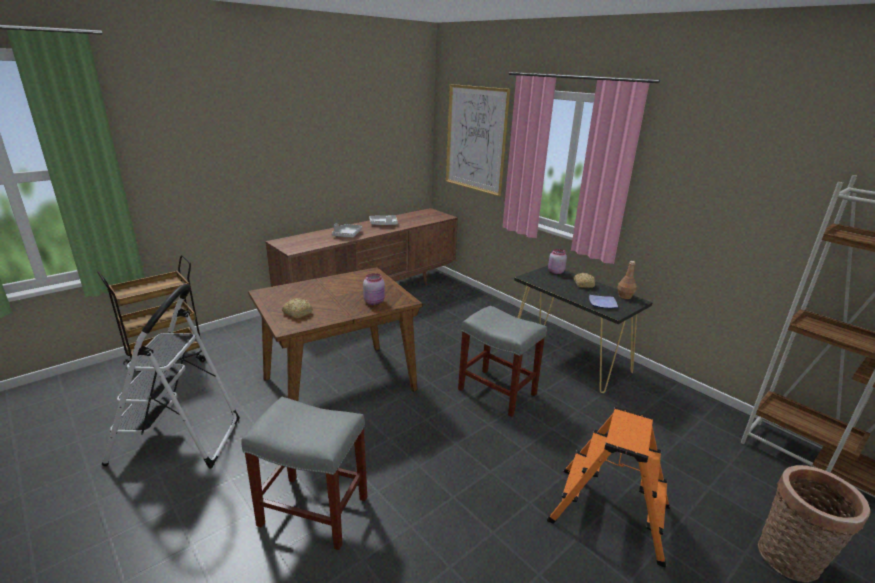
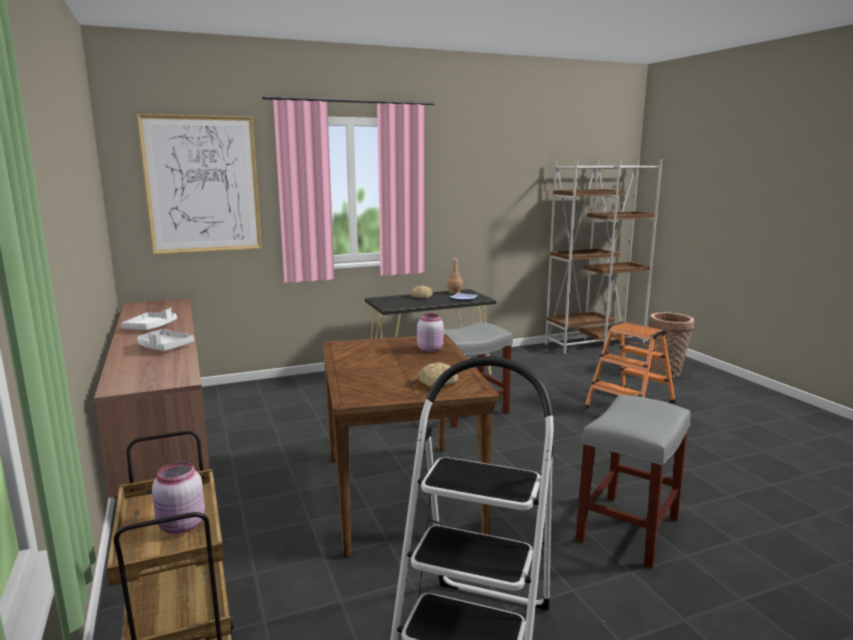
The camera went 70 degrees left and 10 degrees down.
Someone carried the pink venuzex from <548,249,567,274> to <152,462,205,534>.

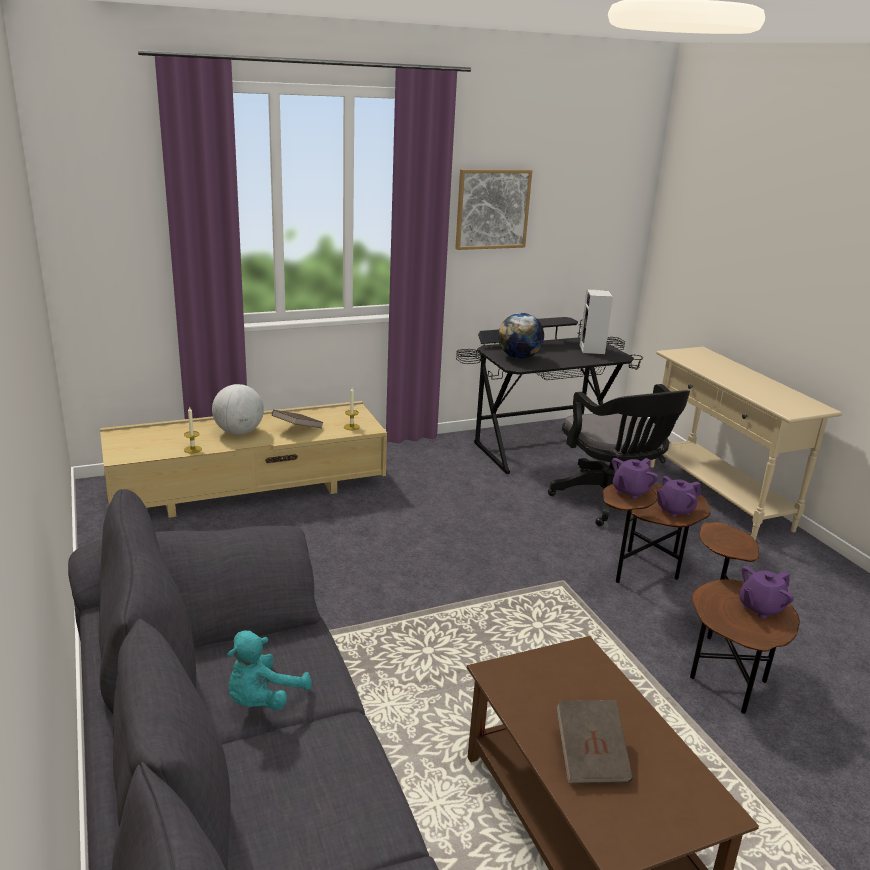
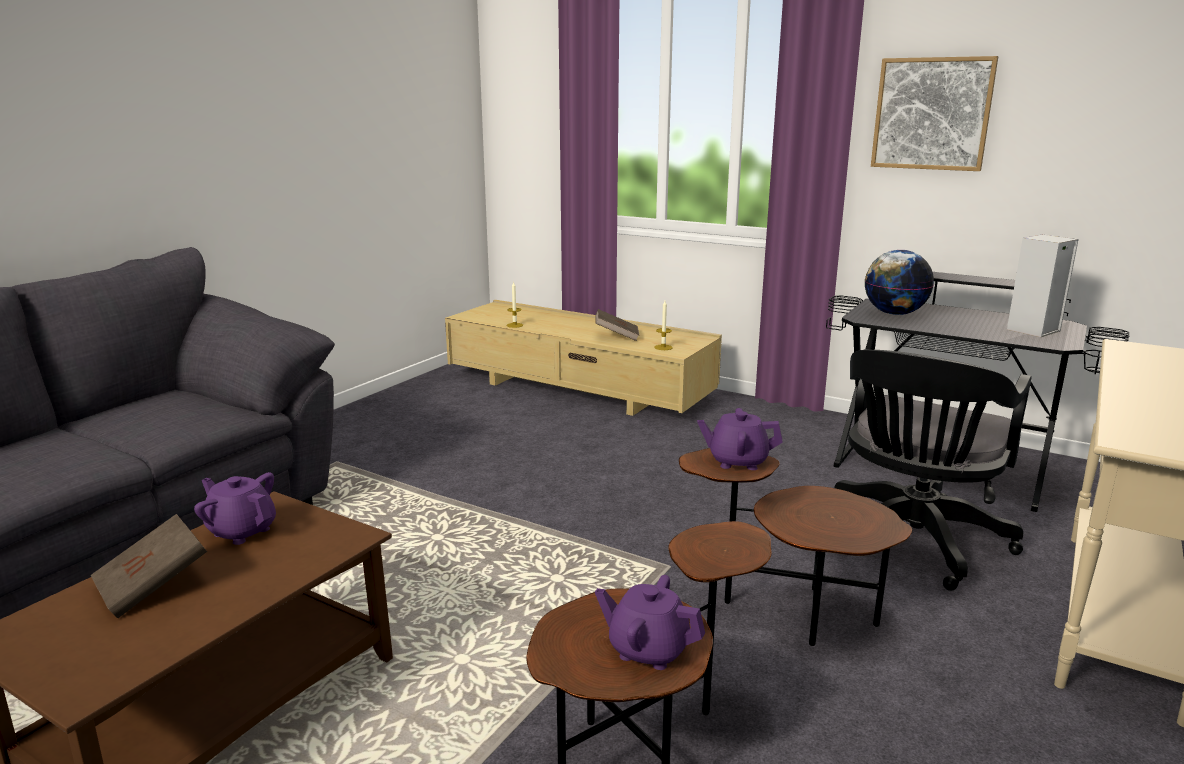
The camera went 55 degrees right and 5 degrees down.
Someone took away the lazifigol at <212,384,264,435>.
Someone carried the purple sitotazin from <657,476,701,517> to <194,472,276,545>.
Someone took away the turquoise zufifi at <227,631,312,710>.

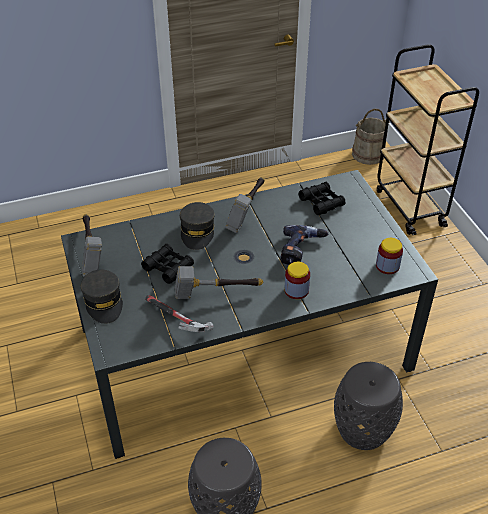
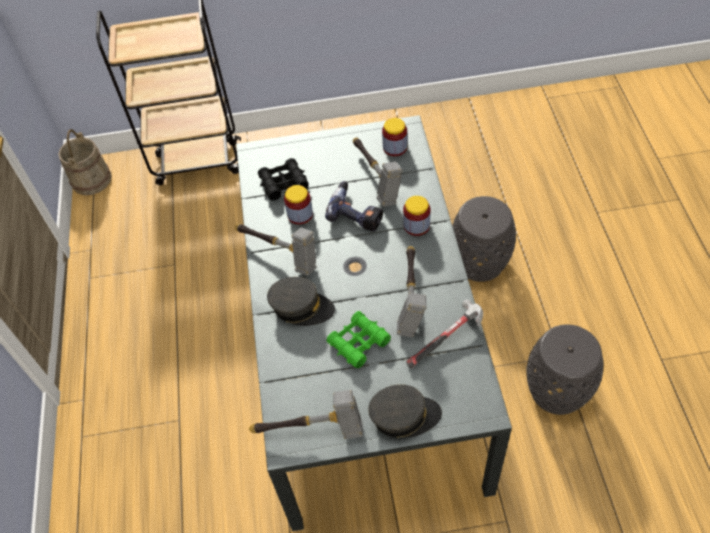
The camera went 75 degrees left and 10 degrees up.
Someone repainted the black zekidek at <141,244,194,284>, which became the green zekidek at <326,311,391,368>.
Someone put down the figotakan at <353,138,403,207>.
Someone put down the venuzex at <284,185,313,224>.

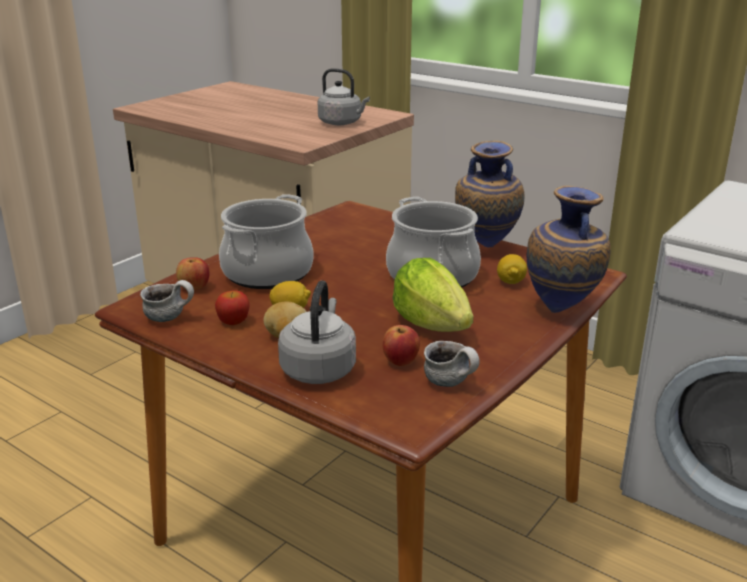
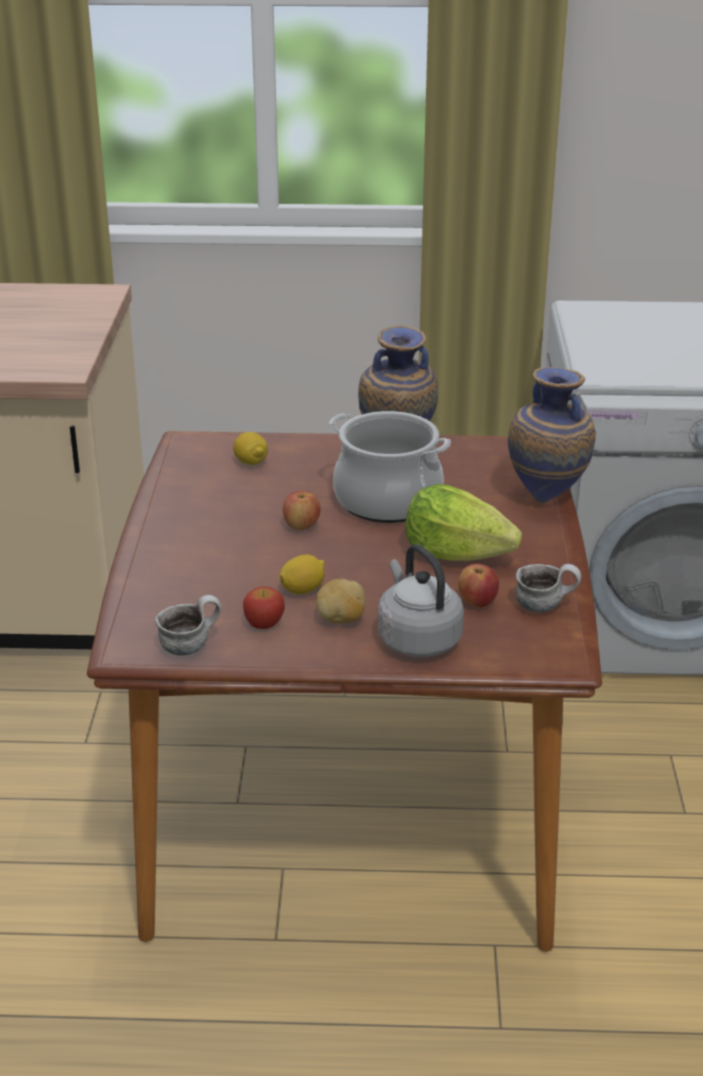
The camera went 35 degrees left and 5 degrees up.
Someone took away the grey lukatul at <318,68,370,125>.
Someone took away the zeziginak at <219,194,313,289>.
Someone carried the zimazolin from <497,254,527,284> to <233,432,268,465>.
Someone carried the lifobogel from <176,257,209,290> to <283,491,321,530>.

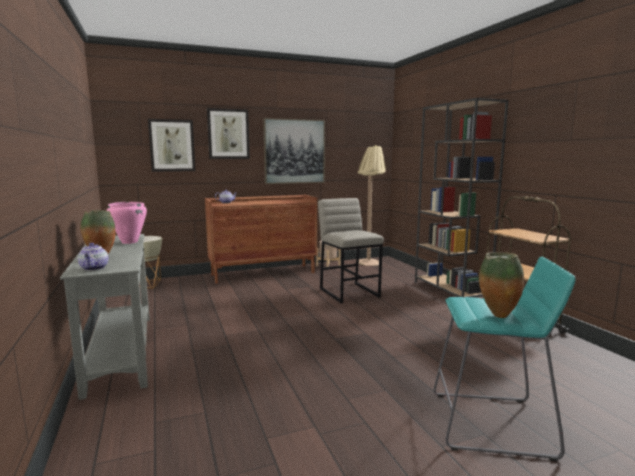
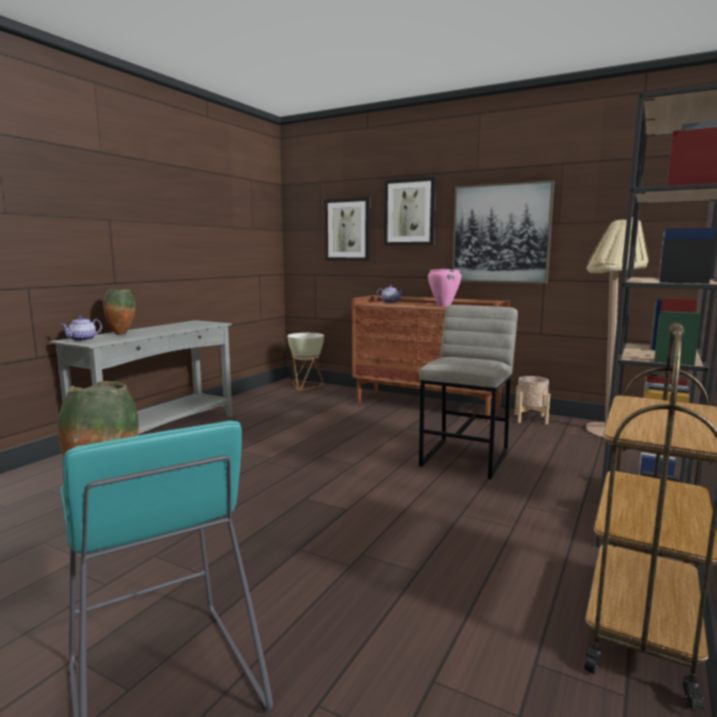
The camera went 50 degrees right and 0 degrees up.
Someone carried the pink zeziginak from <107,202,147,244> to <428,269,462,307>.

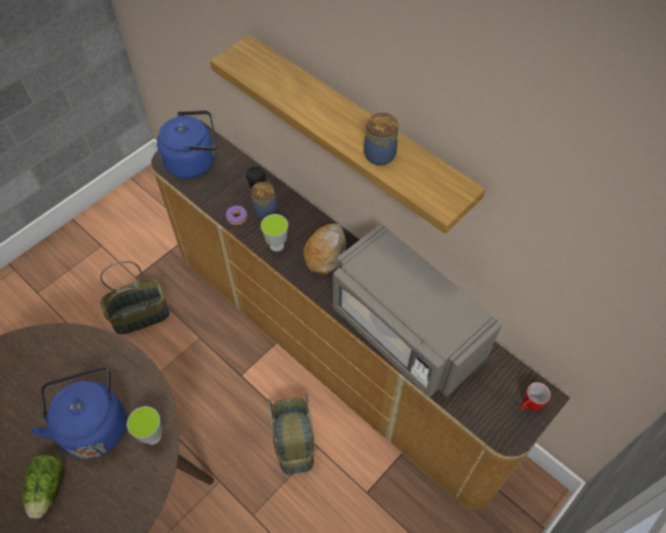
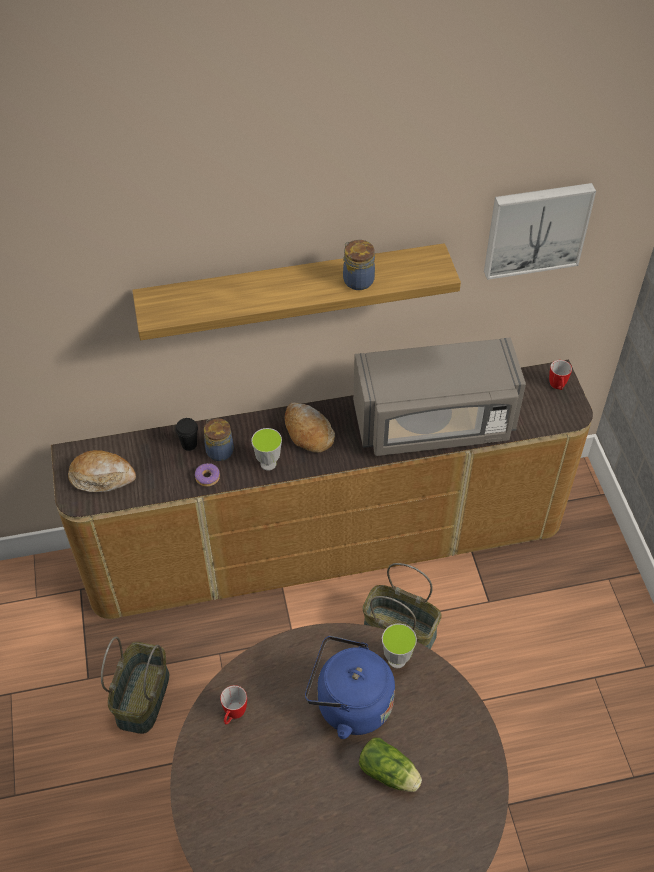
The camera went 55 degrees left and 5 degrees down.
Someone swapped the blue lukatul at <157,110,217,179> for the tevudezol at <68,450,136,492>.
Someone put up the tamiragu at <484,183,596,280>.
Someone put down the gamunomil at <220,685,247,724>.

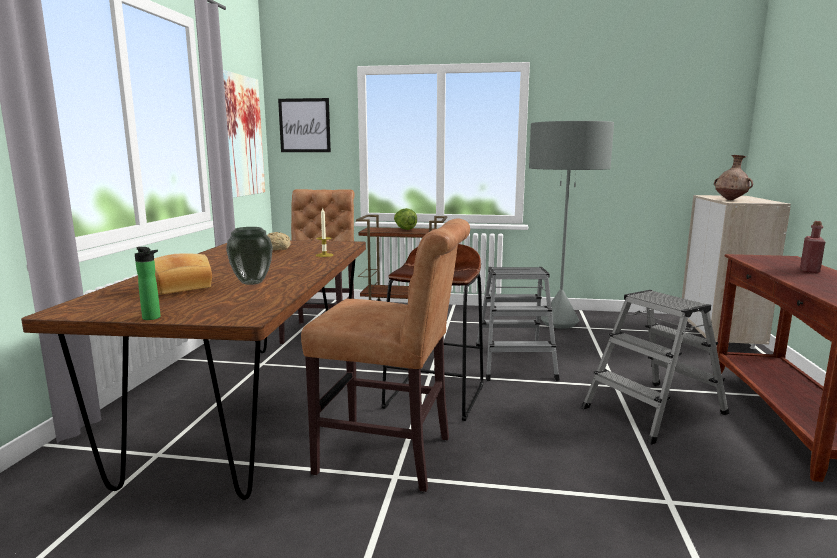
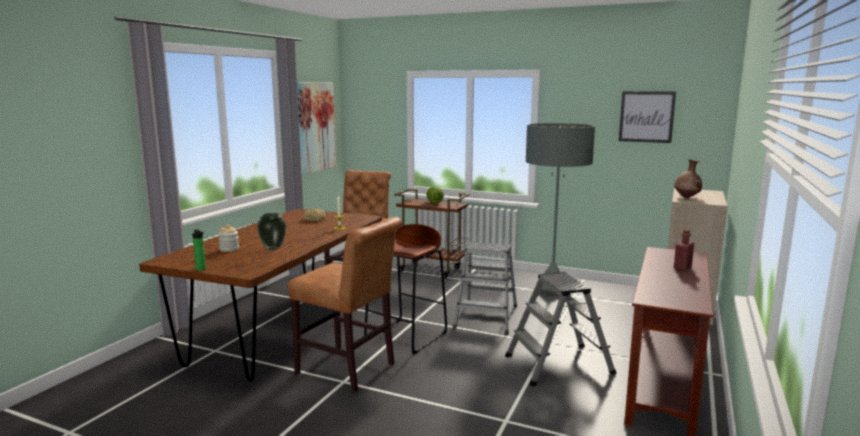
The camera went 15 degrees right and 0 degrees up.
Someone carried the tamiragu from <278,98,331,152> to <619,91,676,143>.
Someone swapped the tevudezol at <154,253,212,295> for the venuzex at <218,225,239,252>.

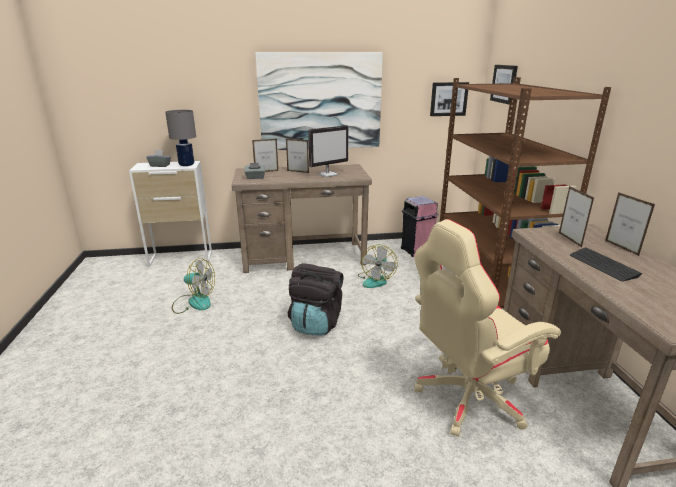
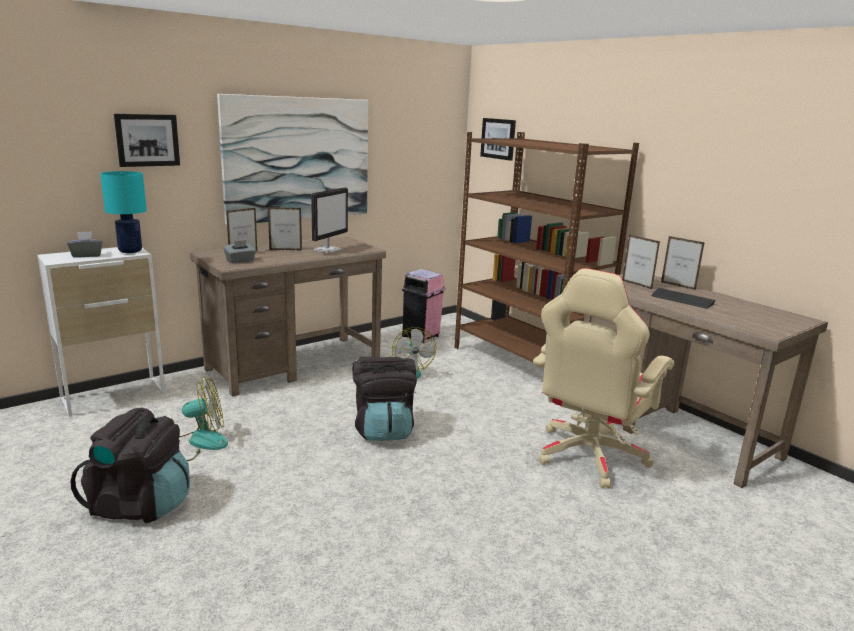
The camera went 30 degrees left and 5 degrees down.
Someone carried the tamiragu from <430,82,469,116> to <114,114,180,167>.
Someone repainted the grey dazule at <165,110,196,166>, which became the turquoise dazule at <100,171,147,253>.
Someone put down the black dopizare at <70,408,190,523>.

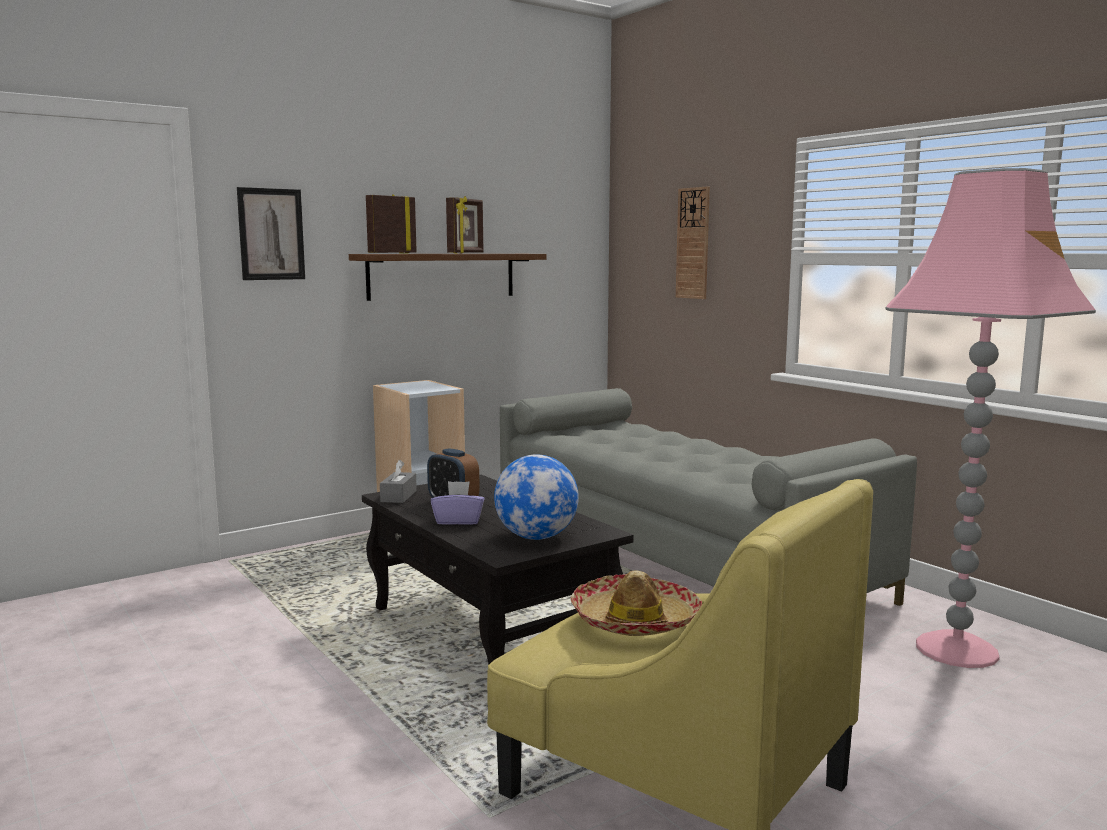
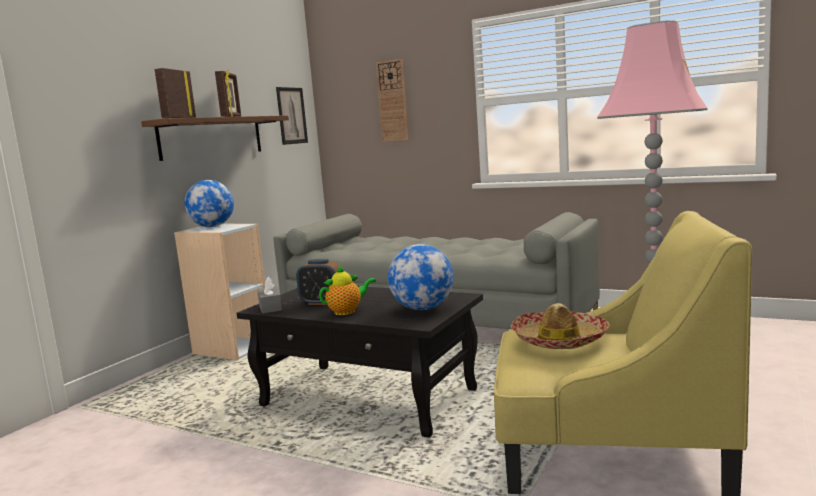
The camera went 25 degrees left and 0 degrees up.
Someone carried the tamiragu from <237,187,305,280> to <276,87,308,145>.
Someone swapped the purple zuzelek at <431,481,484,525> for the sitotazin at <319,265,376,315>.
Someone put down the lazifigol at <184,180,234,227>.

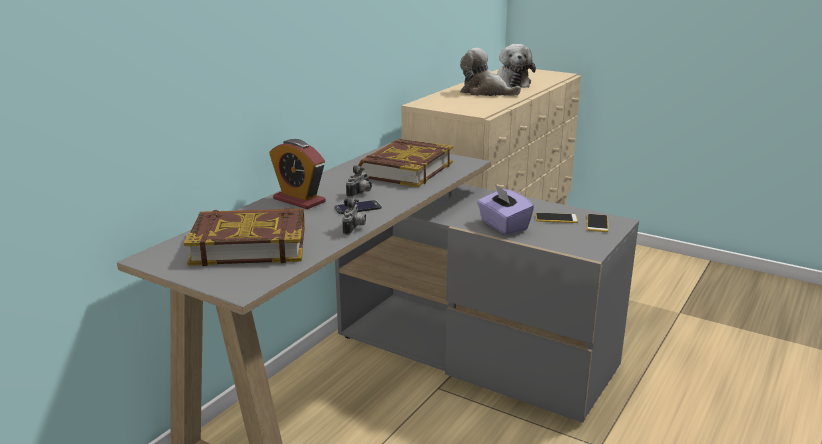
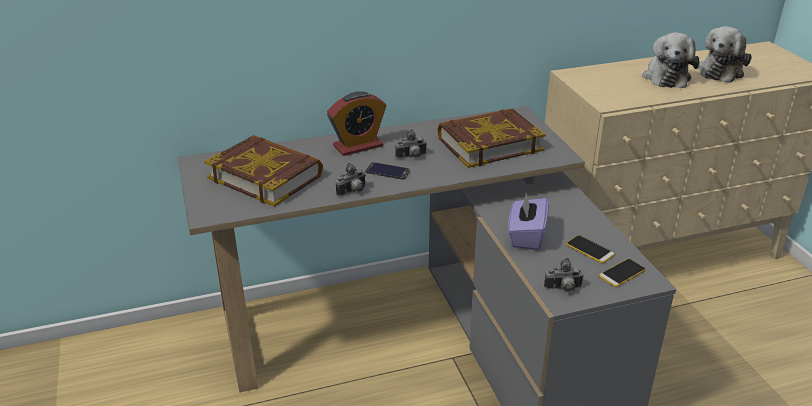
The camera went 40 degrees right and 10 degrees up.
Someone rotated the zufifi at <460,48,521,96> by 150 degrees counterclockwise.
Someone rotated the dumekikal at <269,139,326,209> by 105 degrees counterclockwise.
Someone put down the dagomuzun at <544,258,584,292>.

